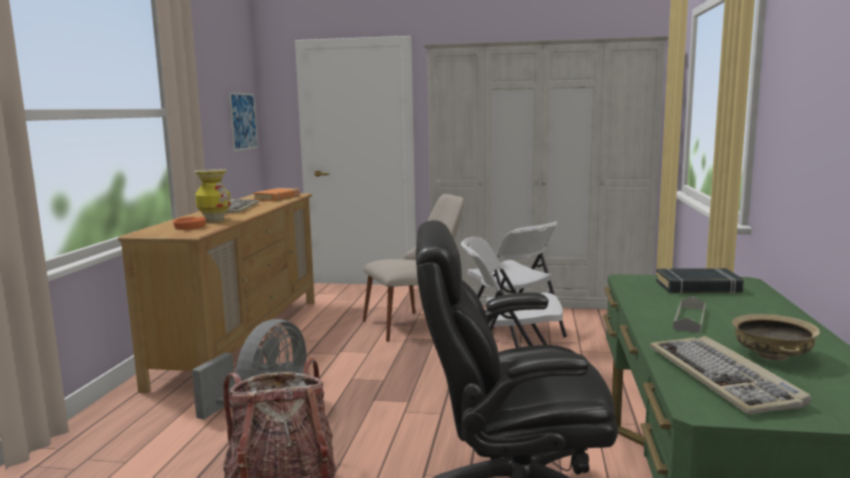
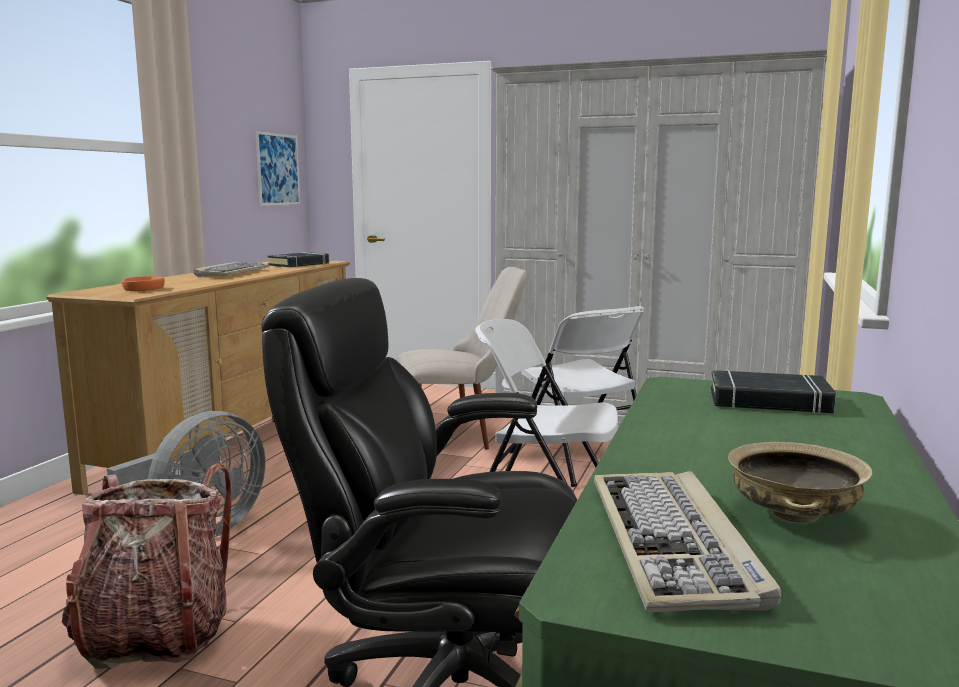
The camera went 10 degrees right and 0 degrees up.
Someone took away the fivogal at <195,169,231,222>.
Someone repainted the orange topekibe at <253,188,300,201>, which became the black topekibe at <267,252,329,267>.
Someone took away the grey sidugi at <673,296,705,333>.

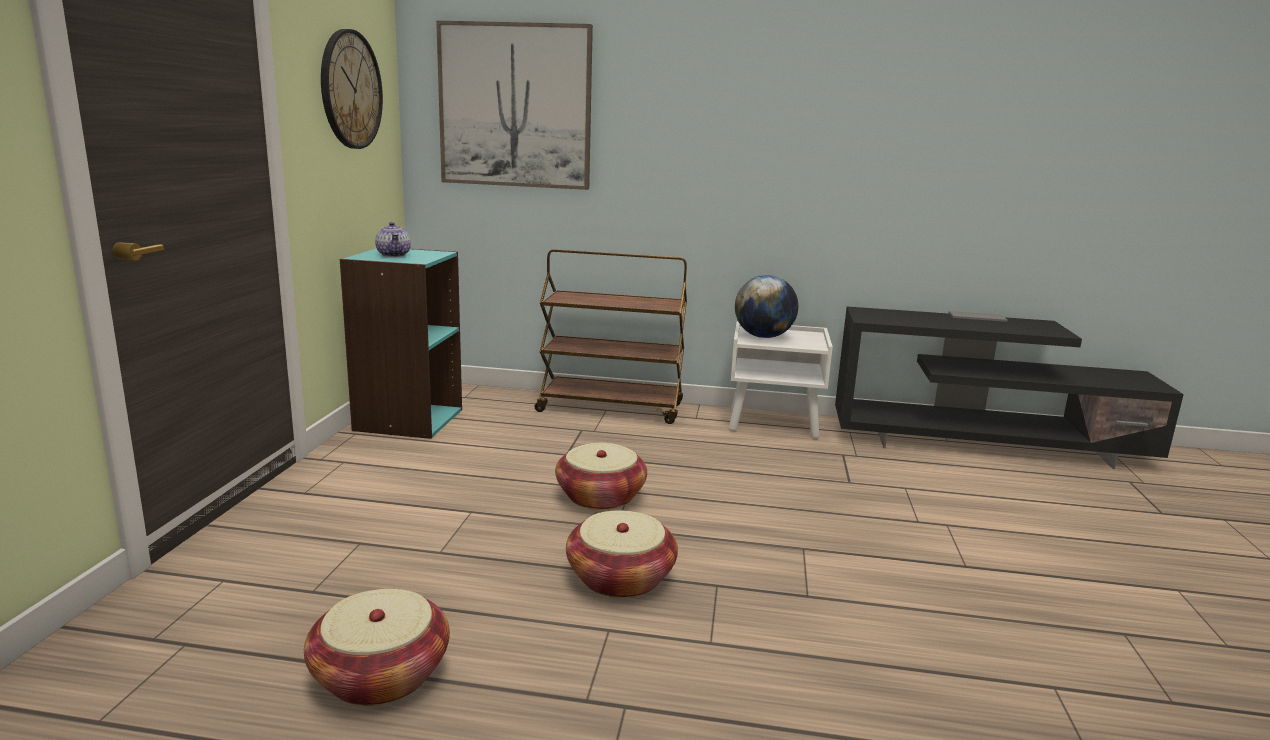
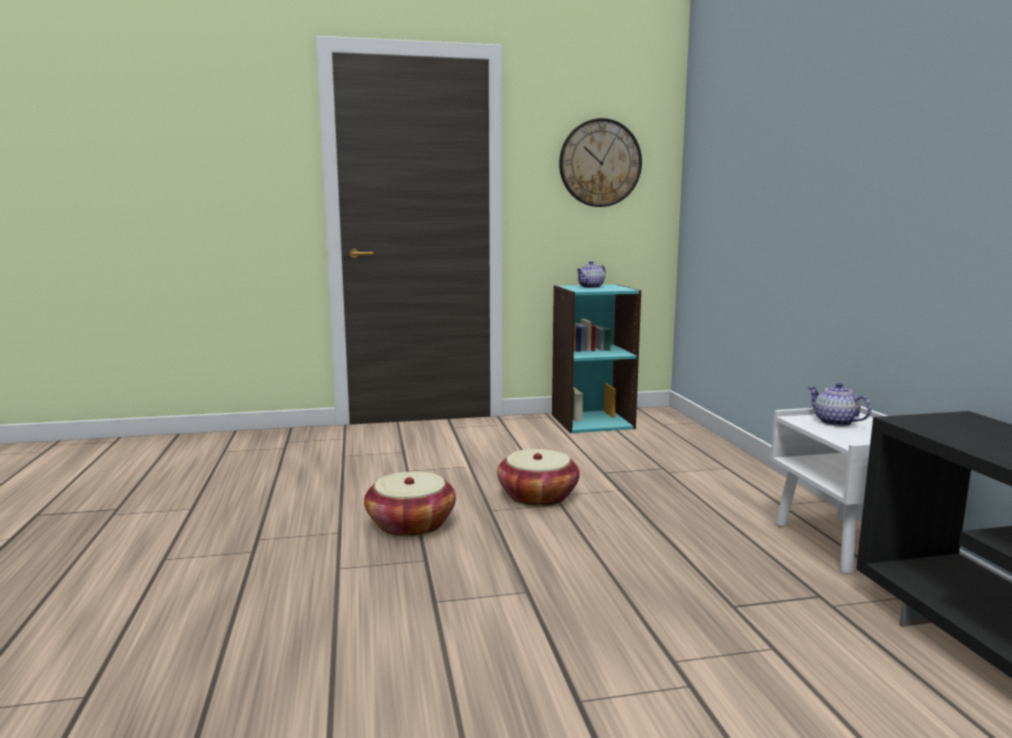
The camera went 70 degrees right and 5 degrees down.
Someone took away the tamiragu at <436,20,593,190>.
Someone took away the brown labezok at <535,249,687,424>.
Someone swapped the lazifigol at <735,275,798,338> for the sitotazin at <808,383,871,426>.
Someone took away the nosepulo at <304,589,450,706>.

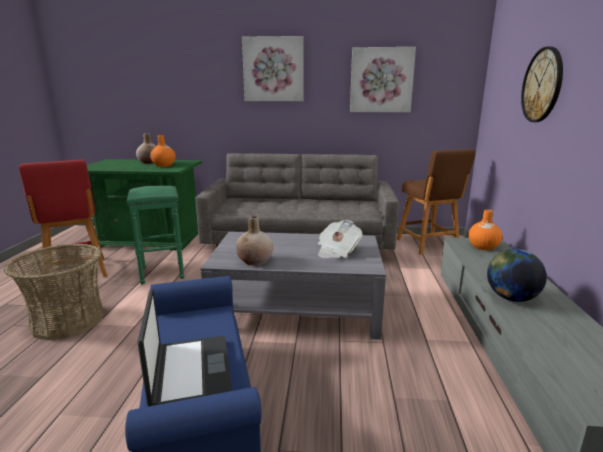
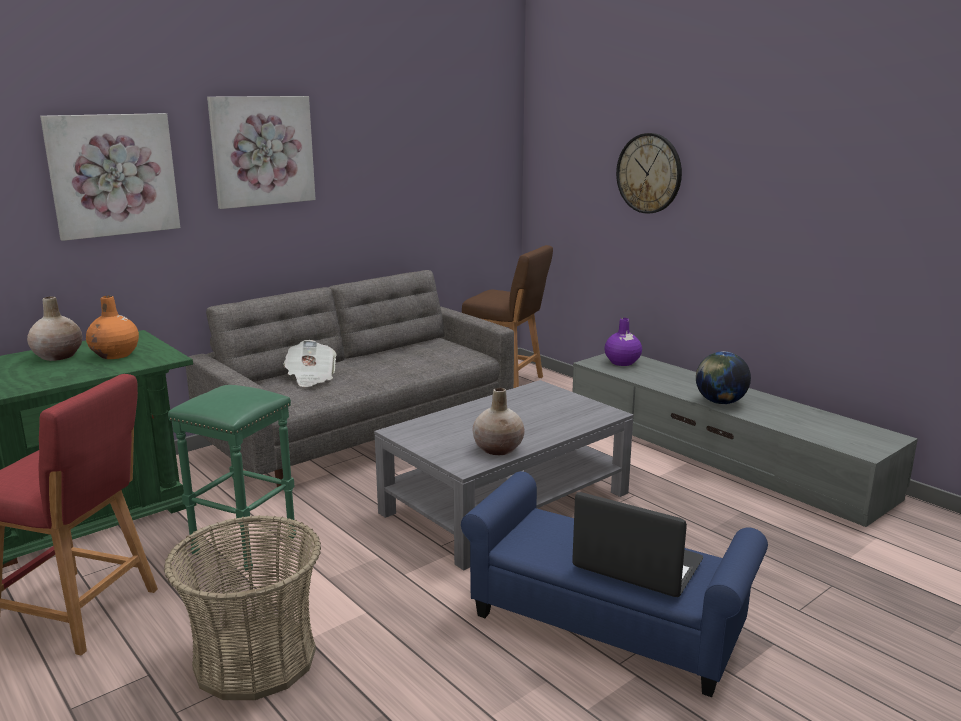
The camera went 45 degrees left and 0 degrees up.
Someone carried the tamiragu from <350,47,416,112> to <40,113,180,241>.
Someone repainted the orange fivogal at <468,209,503,250>, which became the purple fivogal at <604,318,642,366>.
Someone carried the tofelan from <317,220,363,258> to <283,340,337,387>.

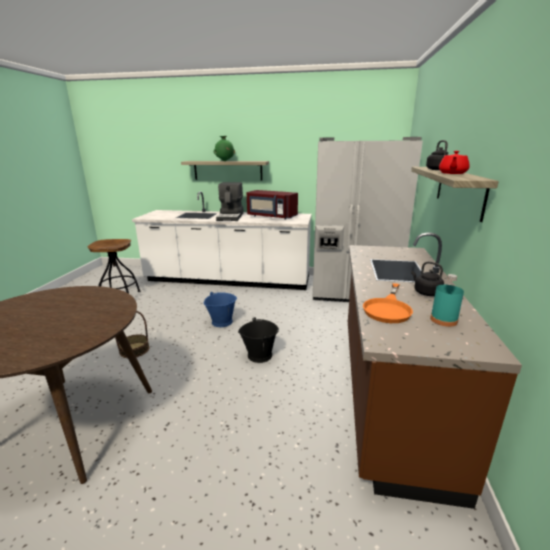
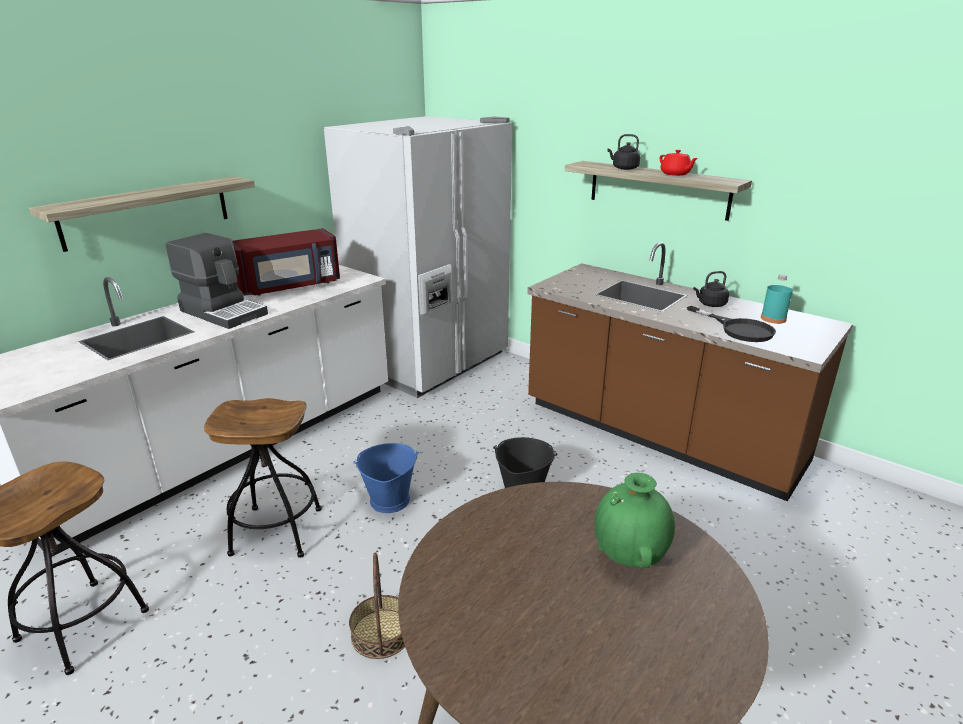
The camera went 60 degrees left and 5 degrees up.
Someone carried the green fivogal from <214,136,235,161> to <594,473,675,568>.
Someone repainted the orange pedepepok at <363,283,413,323>, which became the black pedepepok at <687,306,776,342>.
Someone put down the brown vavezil at <204,398,322,558>.

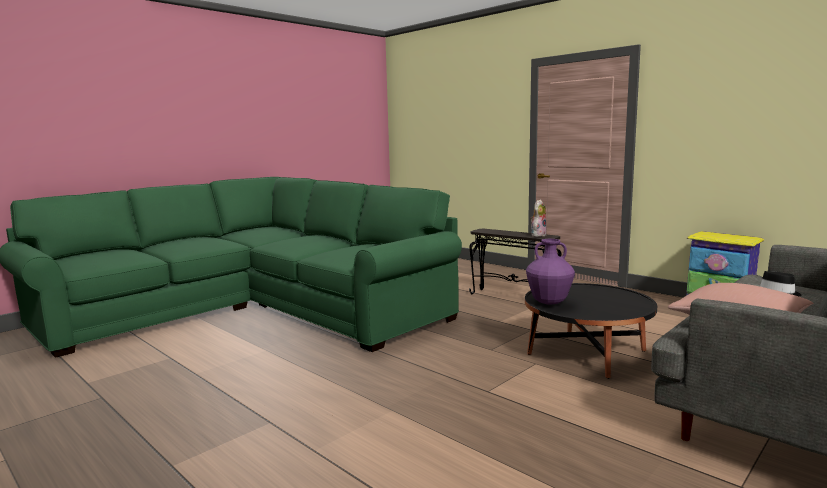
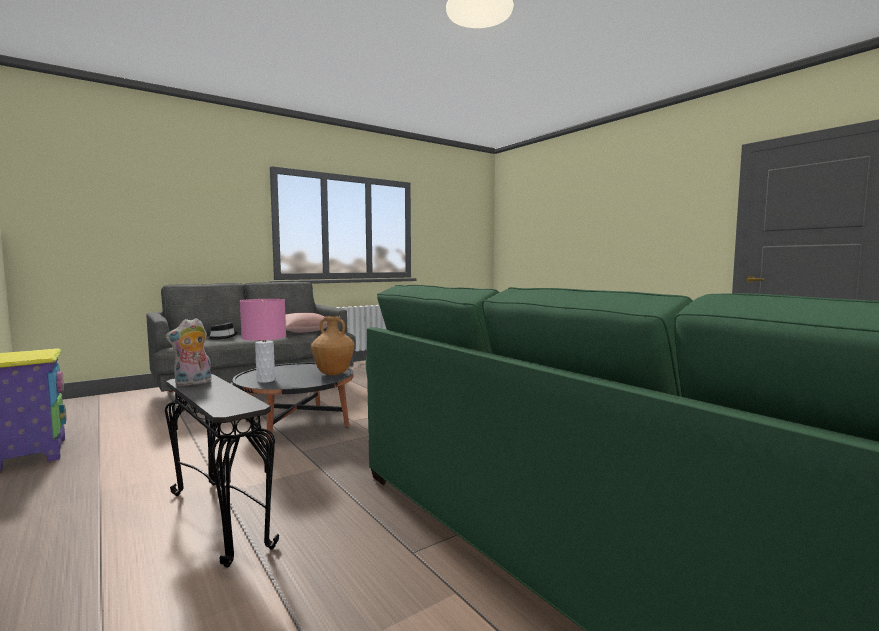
The camera went 170 degrees left and 5 degrees down.
Someone repainted the purple fivogal at <526,239,575,305>, which became the brown fivogal at <311,316,355,375>.
Someone put down the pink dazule at <240,299,286,383>.

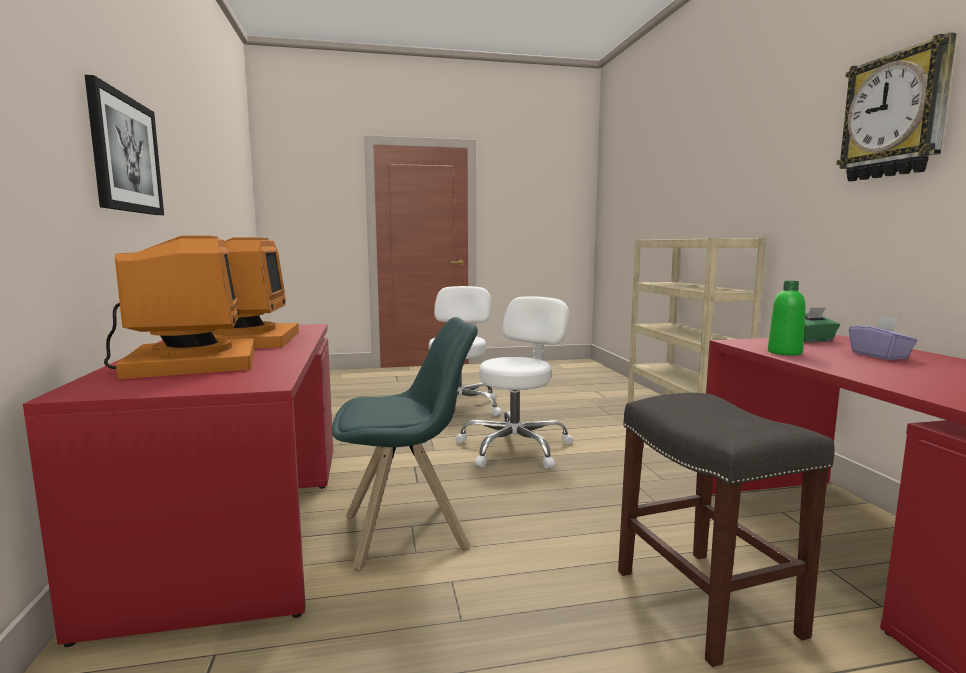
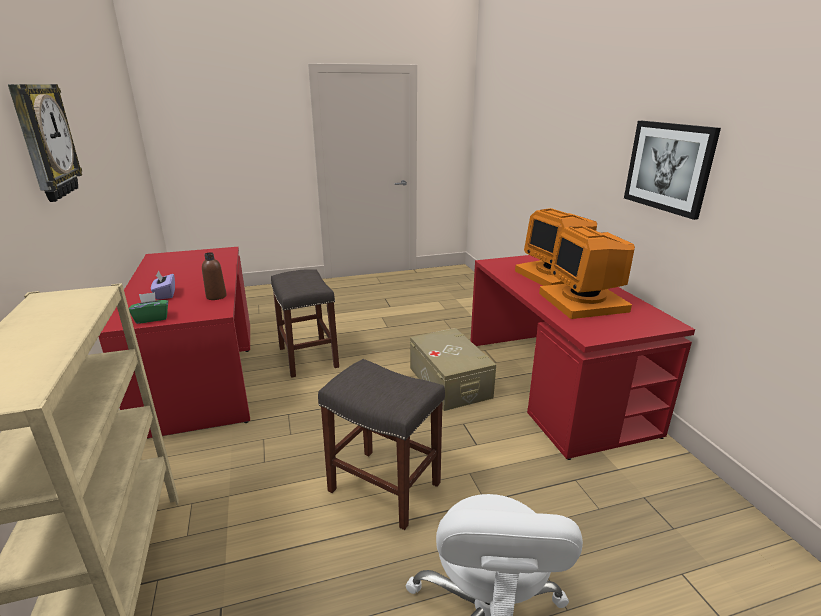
The camera went 175 degrees right and 15 degrees up.
Someone repainted the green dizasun at <768,281,806,356>, which became the brown dizasun at <202,252,227,300>.
Someone swapped the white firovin at <455,296,573,469> for the grey vavezil at <318,359,445,530>.
Someone swapped the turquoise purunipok at <332,317,478,570> for the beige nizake at <410,328,496,411>.

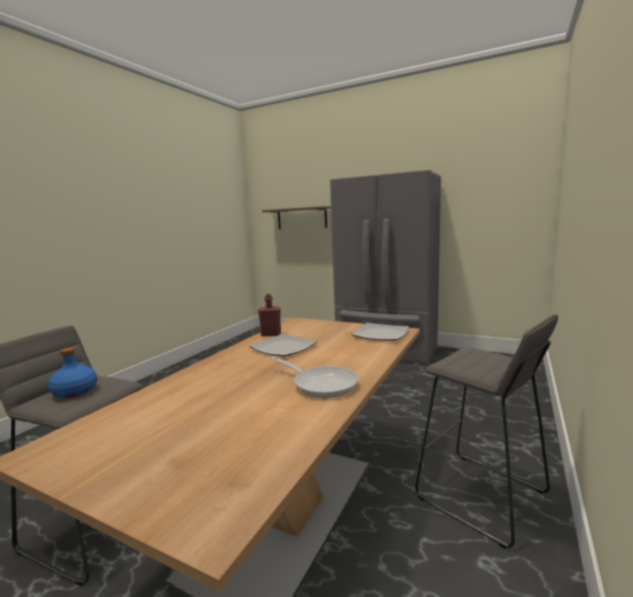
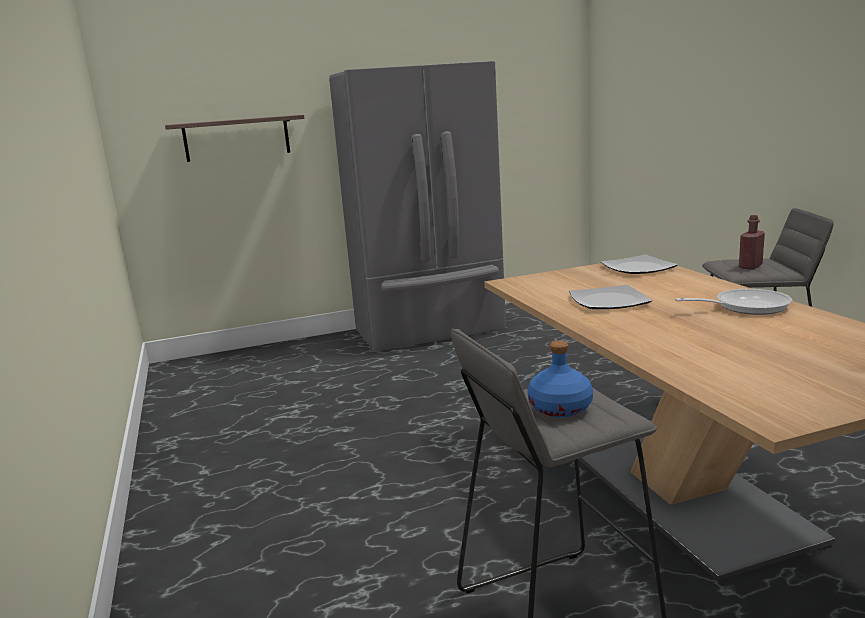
The camera went 45 degrees left and 5 degrees up.
Someone carried the red dizasun from <258,294,281,336> to <739,215,765,270>.

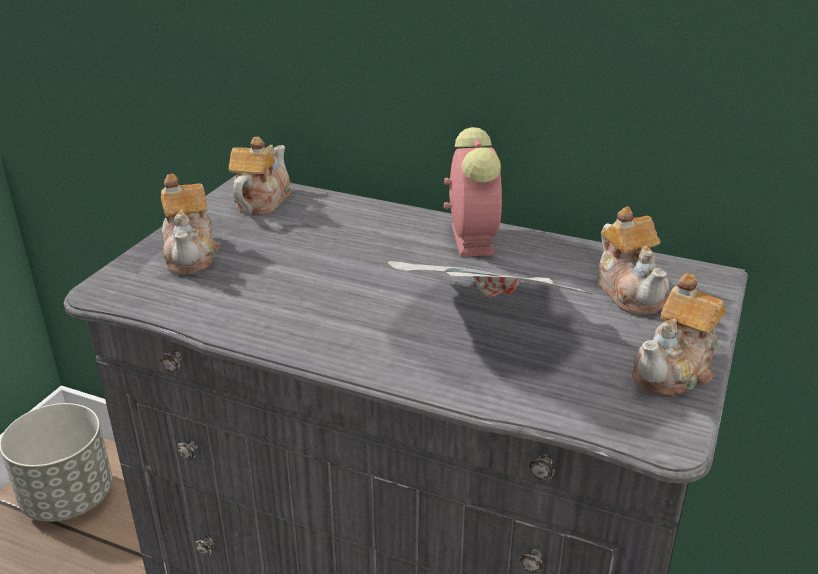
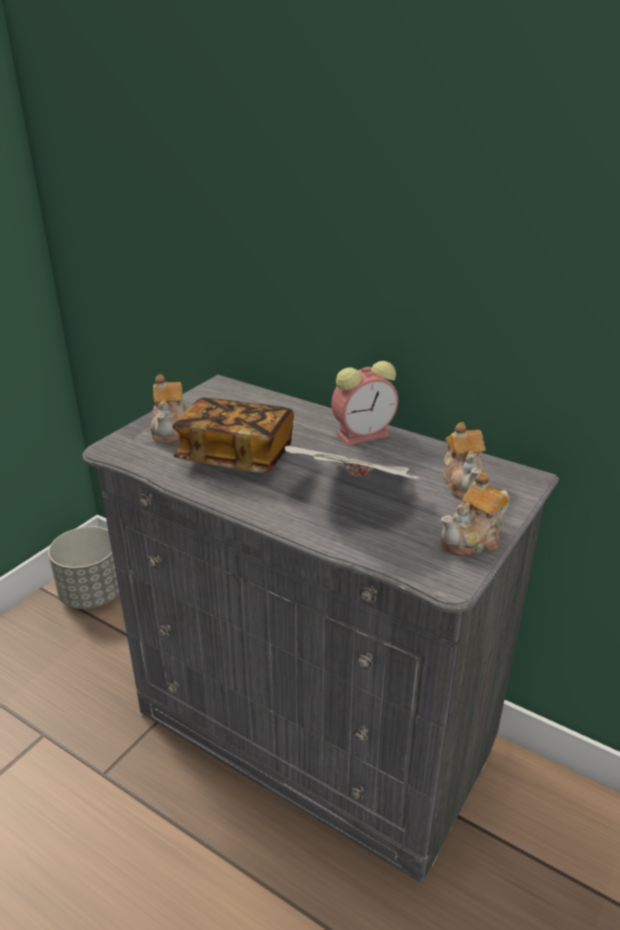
The camera went 10 degrees right and 0 degrees up.
Someone rotated the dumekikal at <444,127,502,257> by 60 degrees clockwise.
Someone took away the sitotazin at <229,137,291,216>.
Someone put down the topekibe at <172,398,294,473>.

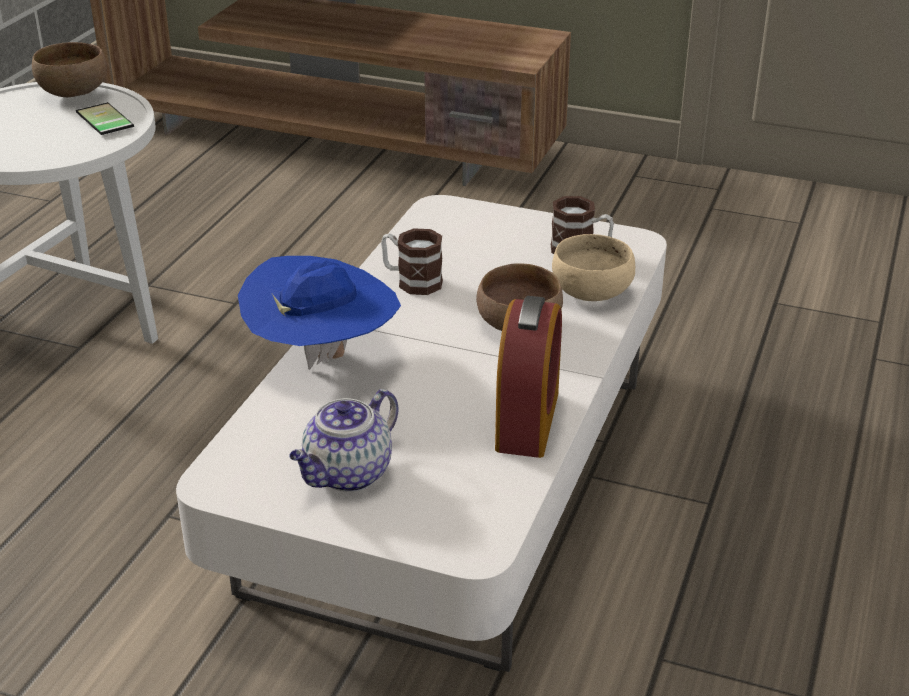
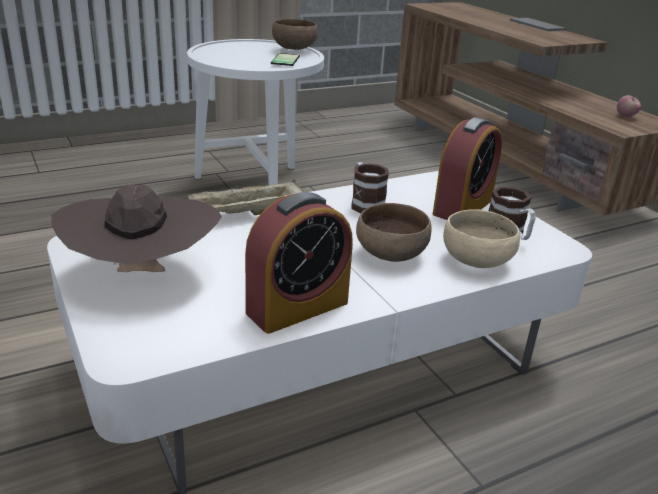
The camera went 40 degrees right and 5 degrees down.
Someone swapped the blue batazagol at <238,256,401,370> for the beige sidugi at <188,179,303,215>.
Someone swapped the sitotazin at <289,389,399,492> for the brown batazagol at <51,185,222,272>.
Someone put down the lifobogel at <617,95,641,117>.
Someone put down the dumekikal at <433,117,502,220>.

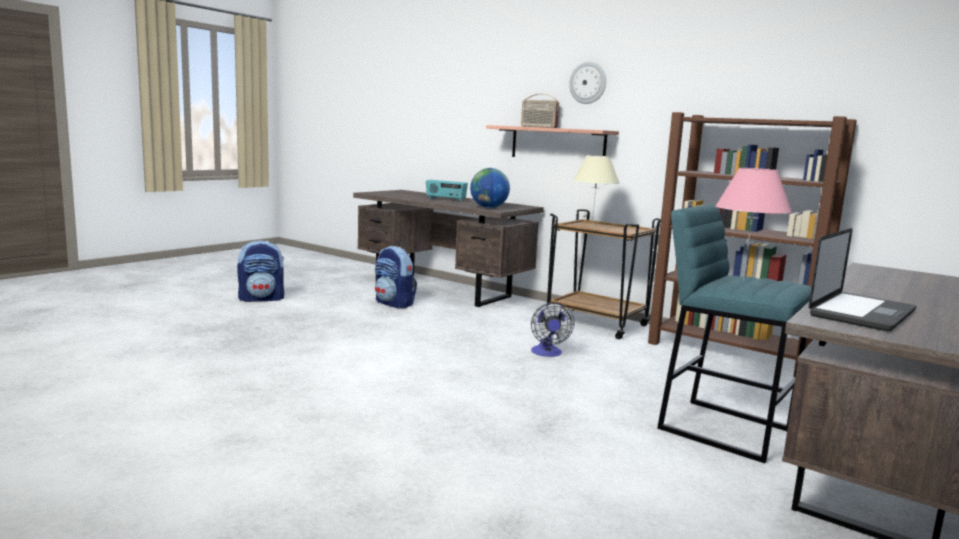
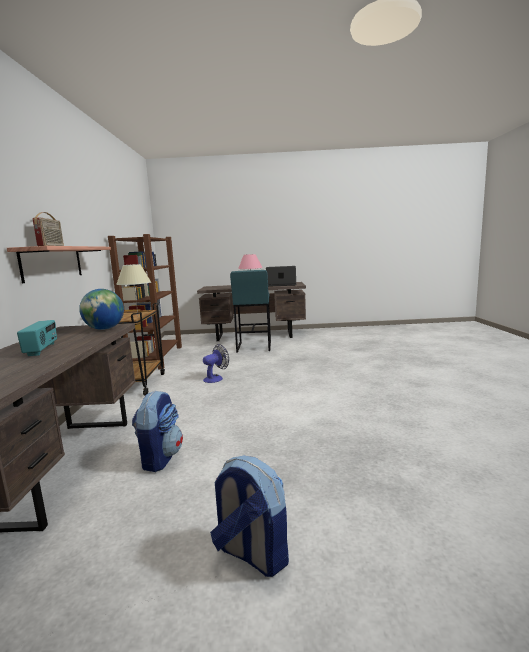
The camera went 125 degrees left and 0 degrees up.
Someone took away the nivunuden at <569,62,606,104>.

